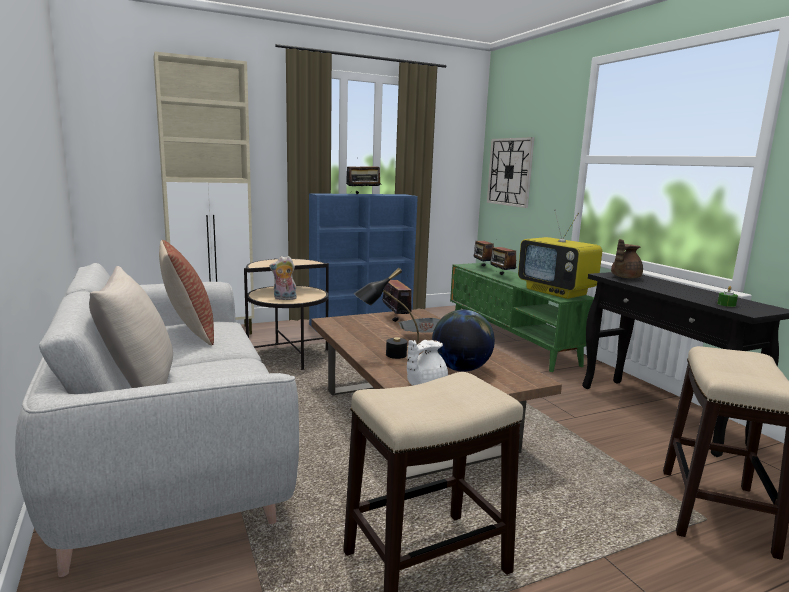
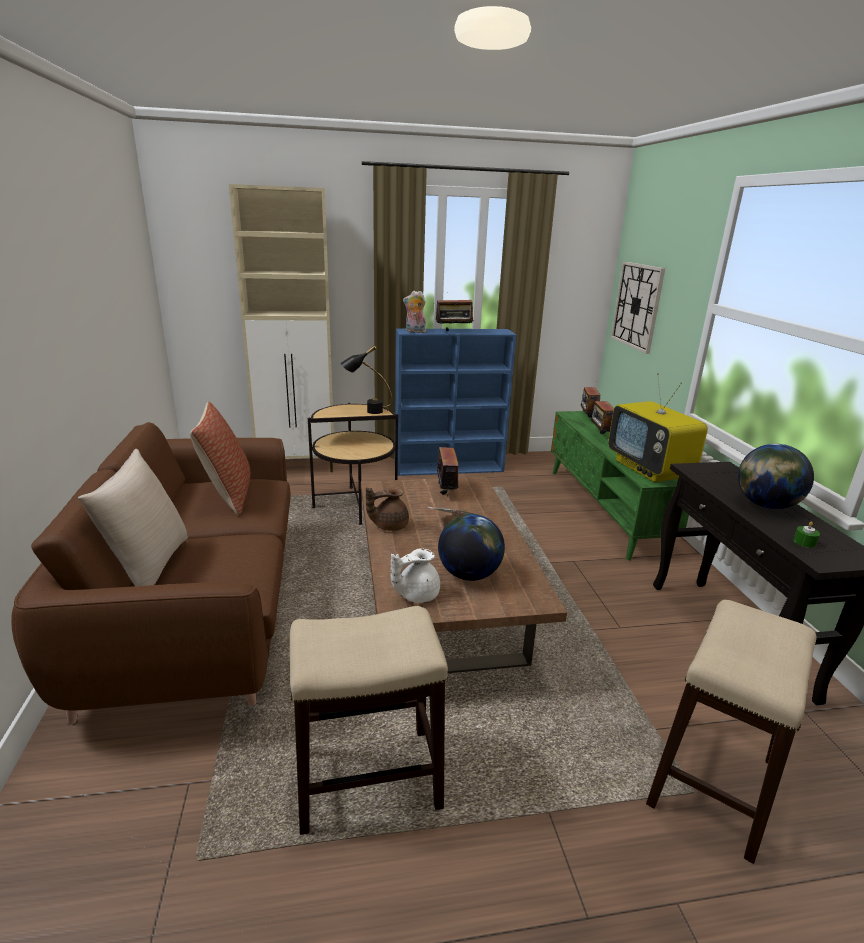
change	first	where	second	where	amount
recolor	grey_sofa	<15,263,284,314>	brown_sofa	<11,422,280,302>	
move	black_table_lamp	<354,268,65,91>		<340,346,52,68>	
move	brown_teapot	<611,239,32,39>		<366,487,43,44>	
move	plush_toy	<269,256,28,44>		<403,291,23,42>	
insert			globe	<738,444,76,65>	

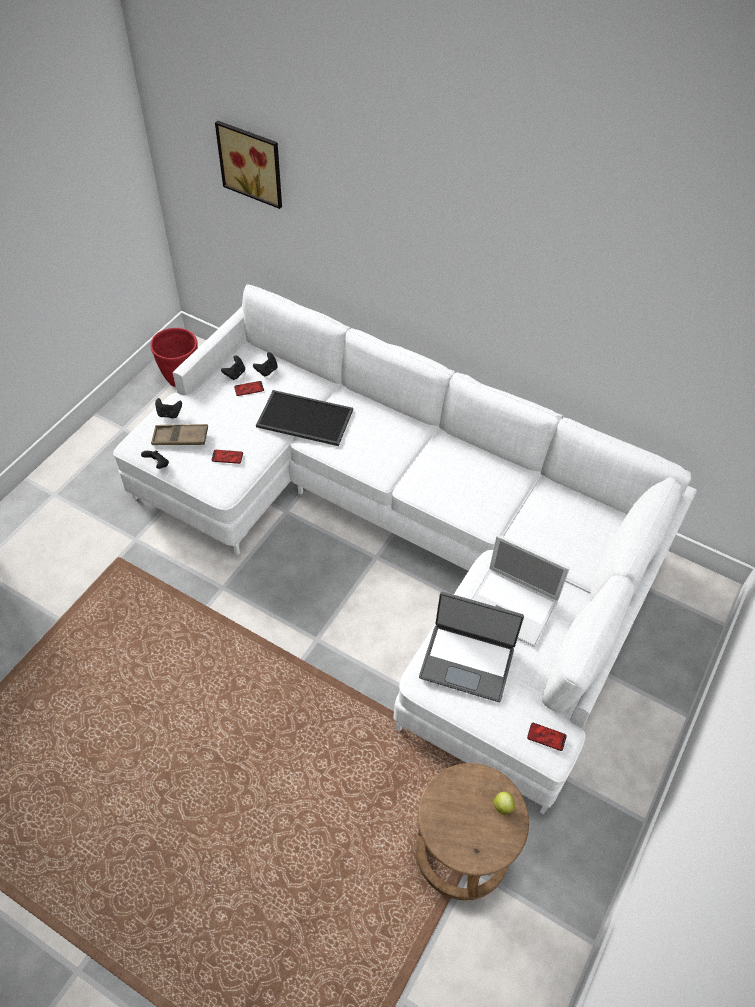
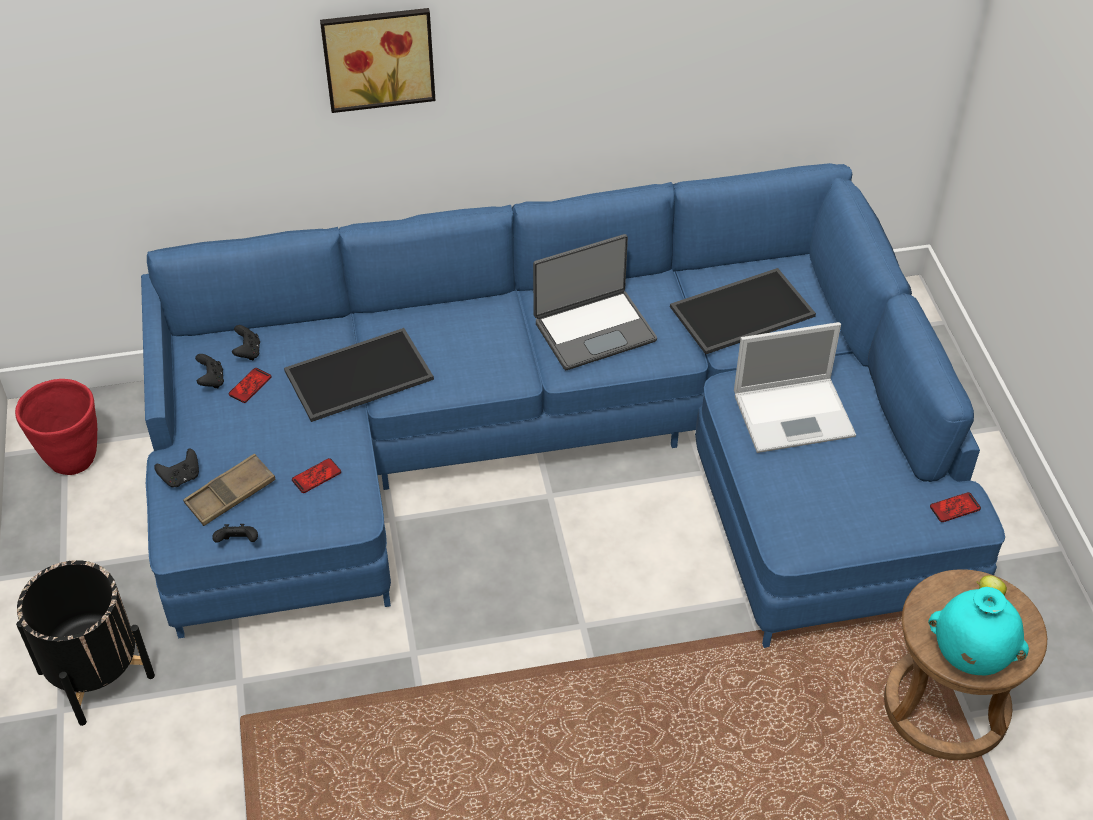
change	first	where	second	where	amount
insert			black_planter	<16,560,139,166>	
recolor	white_sofa	<113,284,584,531>	blue_sofa	<141,163,864,485>	
move	picture	<215,121,67,88>		<320,8,116,105>	
move	laptop	<419,592,105,110>		<533,234,124,136>	
insert			tray	<670,268,146,87>	
insert			turquoise_vase	<928,587,101,88>	

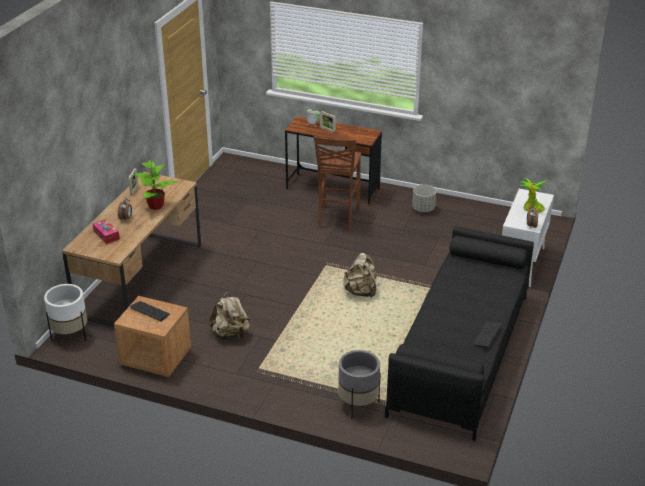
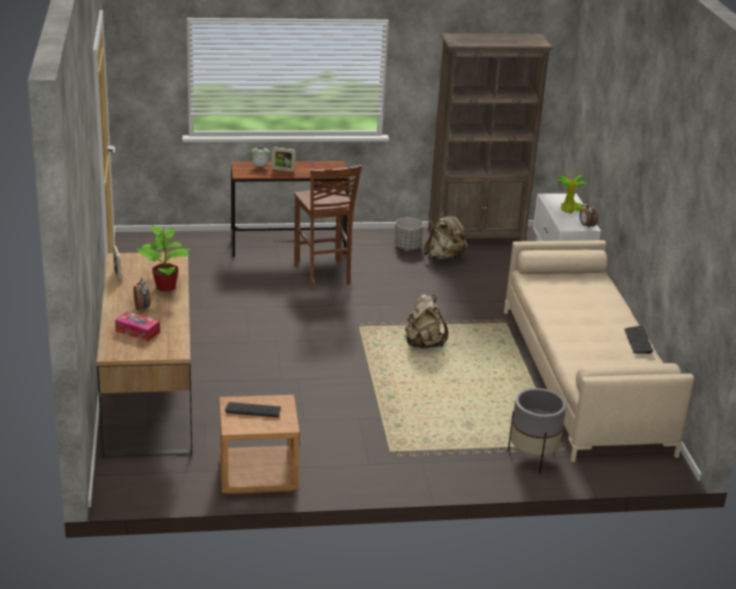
change	first	where	second	where	amount
move	beige_backpack	<209,291,41,48>		<424,211,43,51>	
insert			brown_bookcase	<428,33,125,208>	
recolor	black_sofa	<385,226,149,215>	beige_sofa	<504,240,190,222>	
delete	white_planter	<44,284,43,58>			

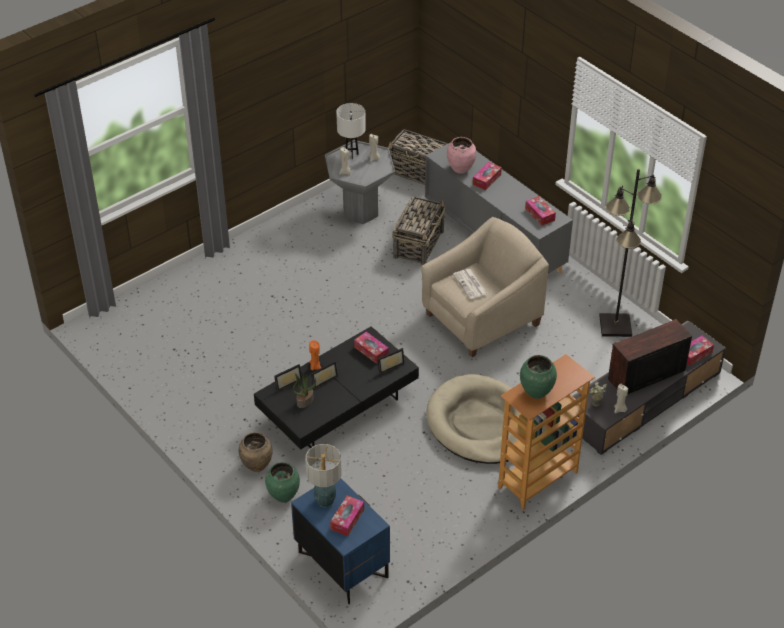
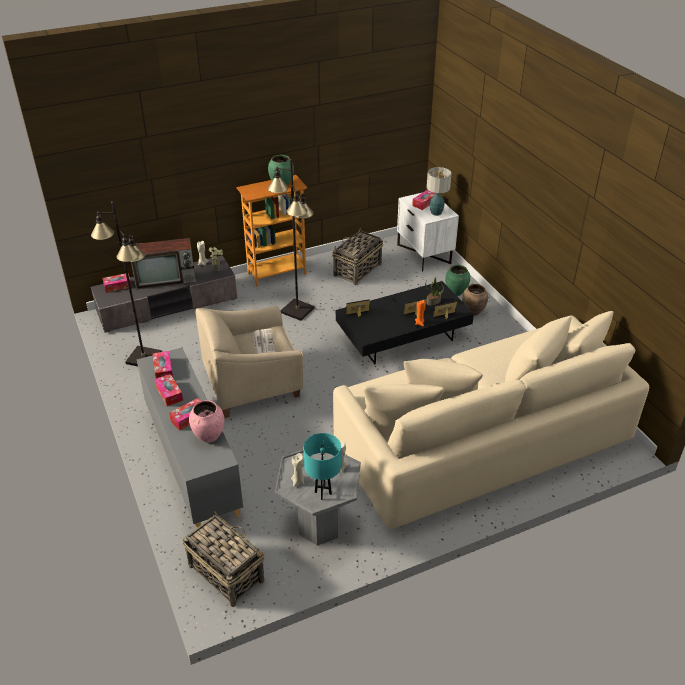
change	first	where	second	where	amount
move	tissue_box	<354,332,35,32>		<154,374,29,32>	
replace	beige_dog_bed	<426,374,94,90>	black_floor_lamp	<268,159,47,162>	
recolor	white_table_lamp	<336,103,29,56>	turquoise_table_lamp	<303,433,38,67>	
move	basket	<392,196,53,69>		<332,228,51,57>	
insert			beige_sofa	<333,311,316,218>	
recolor	blue_nightstand	<291,478,99,126>	white_nightstand	<397,192,62,80>	

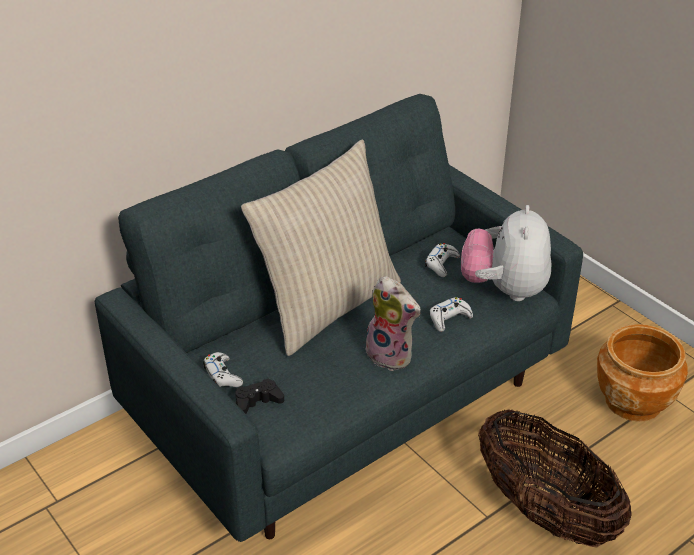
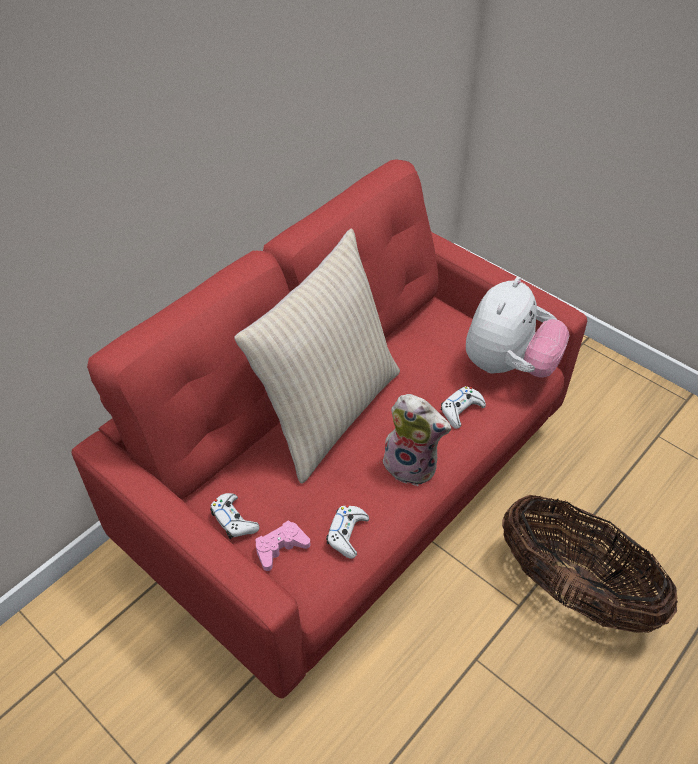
change	first	where	second	where	amount
recolor	grey_sofa	<95,94,488,448>	red_sofa	<72,159,515,540>	
recolor	black_game_controller	<235,378,49,36>	pink_game_controller	<255,521,56,50>	
move	white_game_controller	<425,243,35,34>		<326,505,43,54>	
rotate	plush_toy	<461,205,90,96>		<466,277,103,101>	150 degrees counterclockwise
delete	brown_planter	<597,324,91,98>			

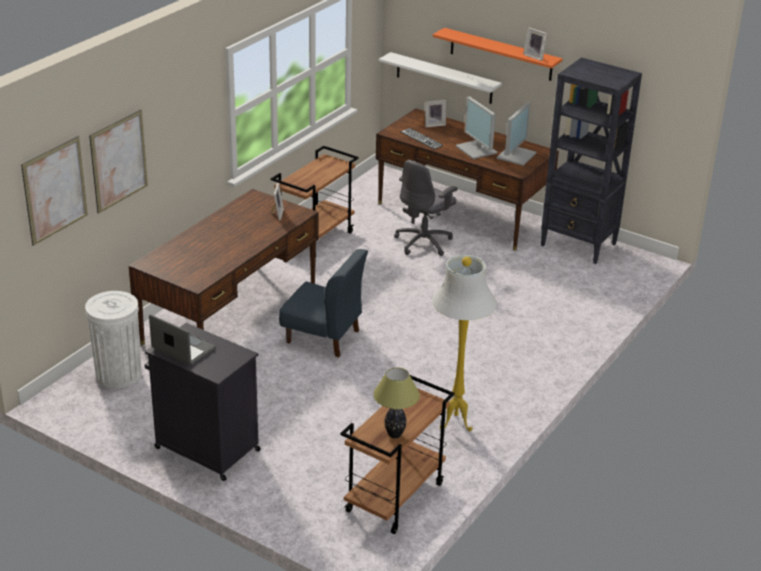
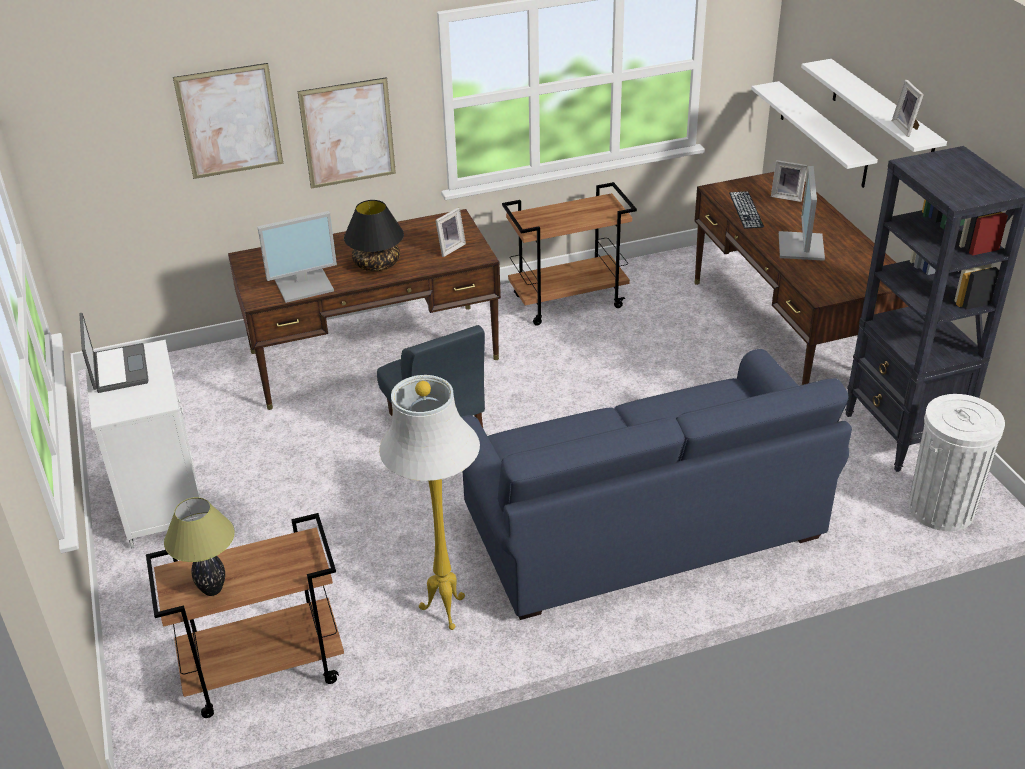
change	first	where	second	where	amount
recolor	black_cabinet	<144,323,117,158>	white_cabinet	<84,340,120,208>	
move	monitor	<497,102,40,64>		<257,211,80,92>	
move	picture	<21,136,67,110>		<297,77,99,112>	
insert			black_table_lamp	<344,200,60,71>	
insert			blue_sofa	<461,349,391,271>	
recolor	orange_shelf	<433,28,130,53>	white_shelf	<801,59,146,93>	
move	white_trash_can	<85,291,57,97>		<908,394,97,137>	
delete	grey_office_chair	<394,160,63,96>			

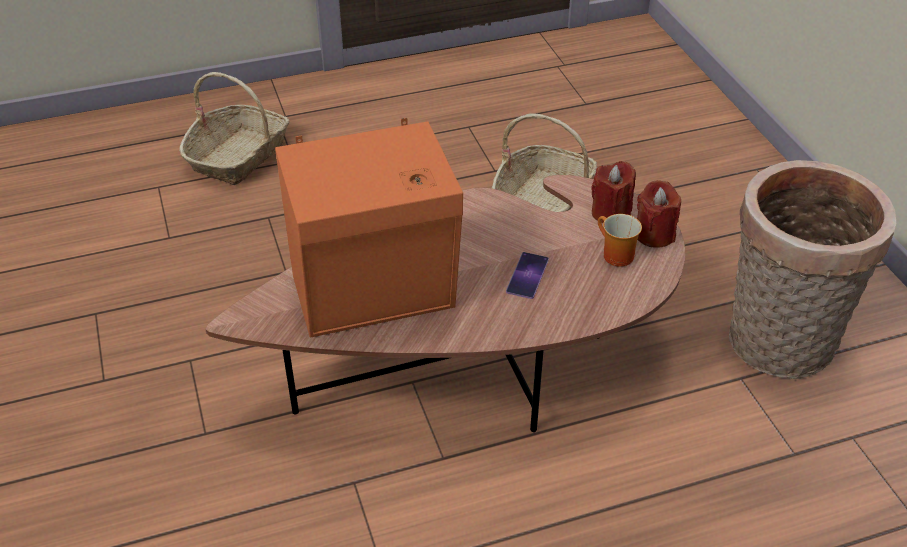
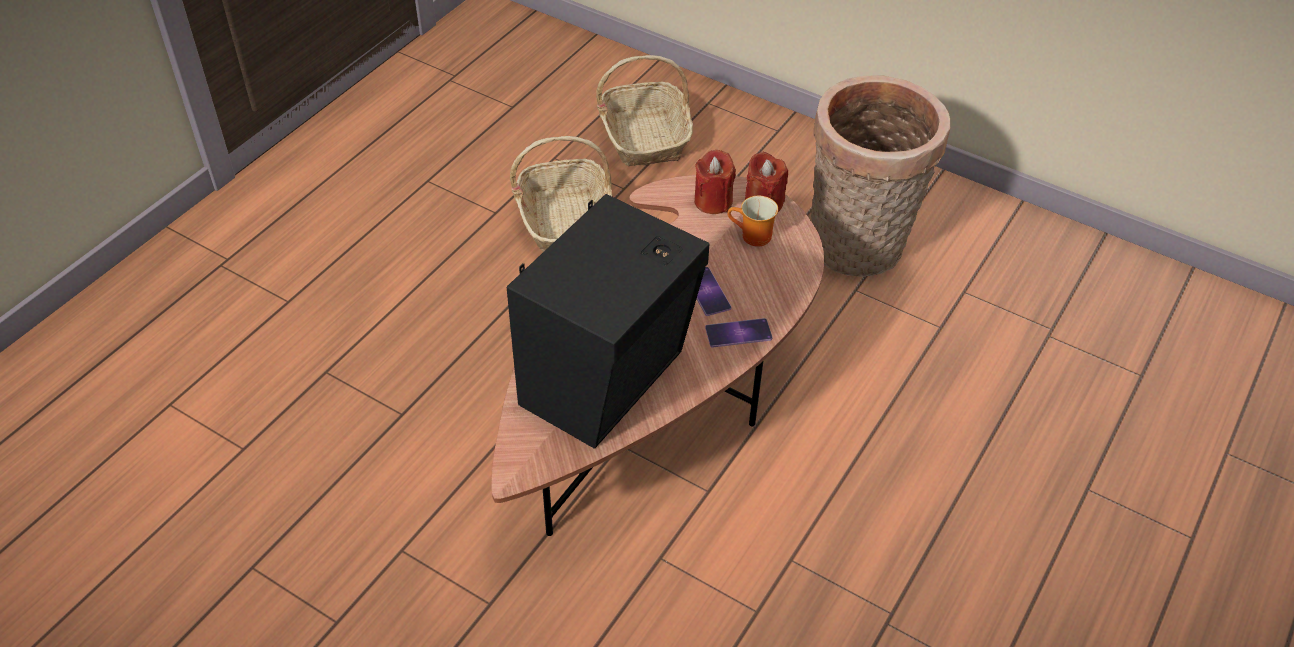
change	first	where	second	where	amount
recolor	orange_speaker	<275,118,188,220>	black_speaker	<507,194,202,255>	
move	basket	<179,72,111,113>		<596,55,97,111>	
insert			phone	<705,318,67,30>	

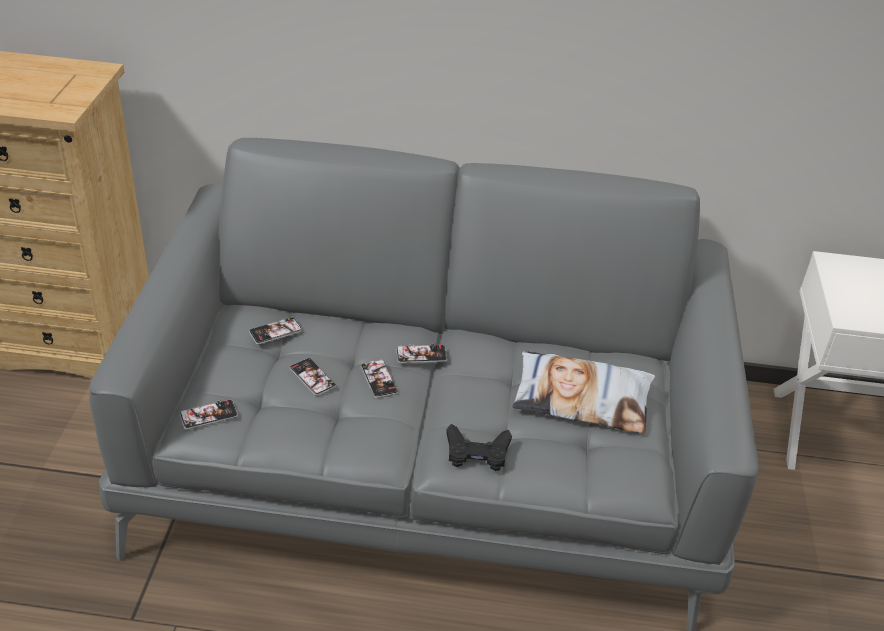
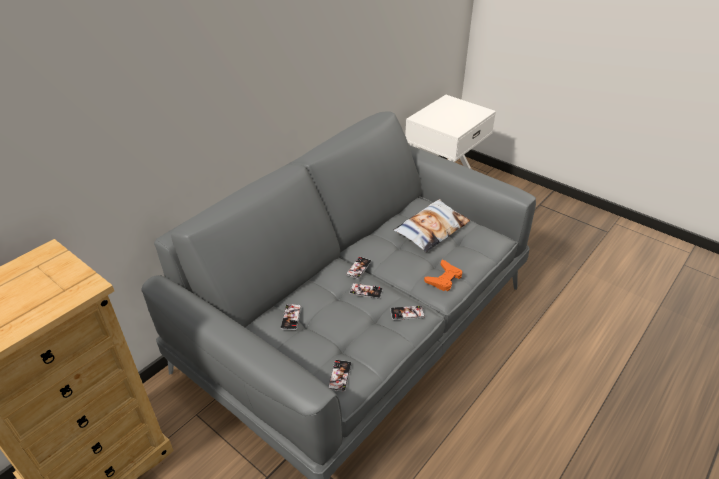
change	first	where	second	where	amount
move	phone	<290,358,46,38>		<390,305,35,15>	
recolor	black_game_controller	<446,424,66,47>	orange_game_controller	<424,260,38,31>	

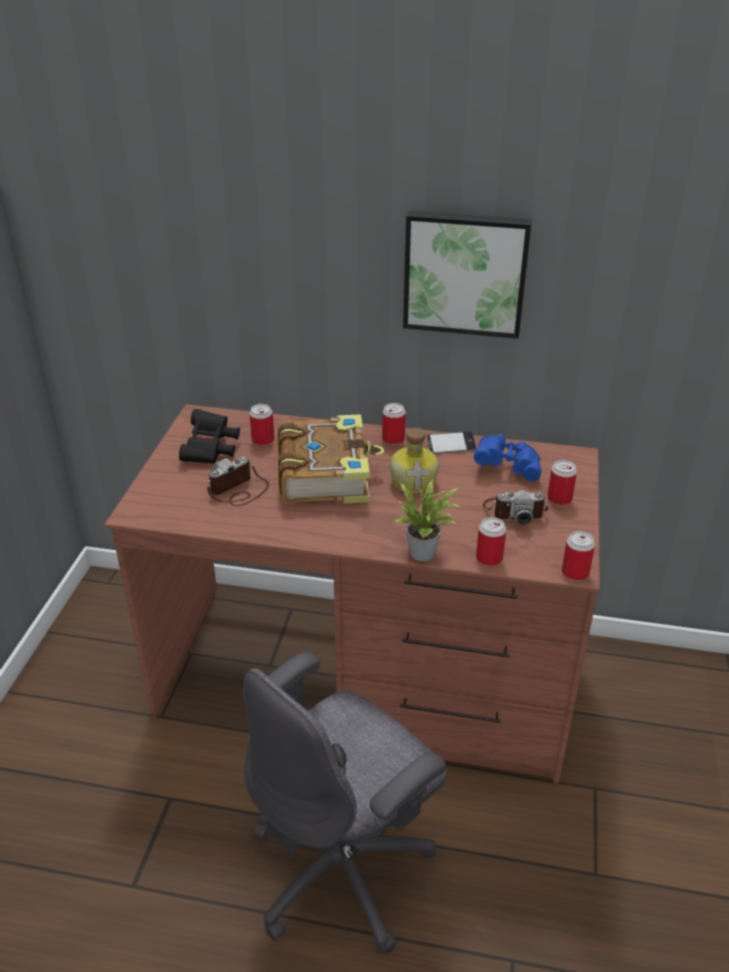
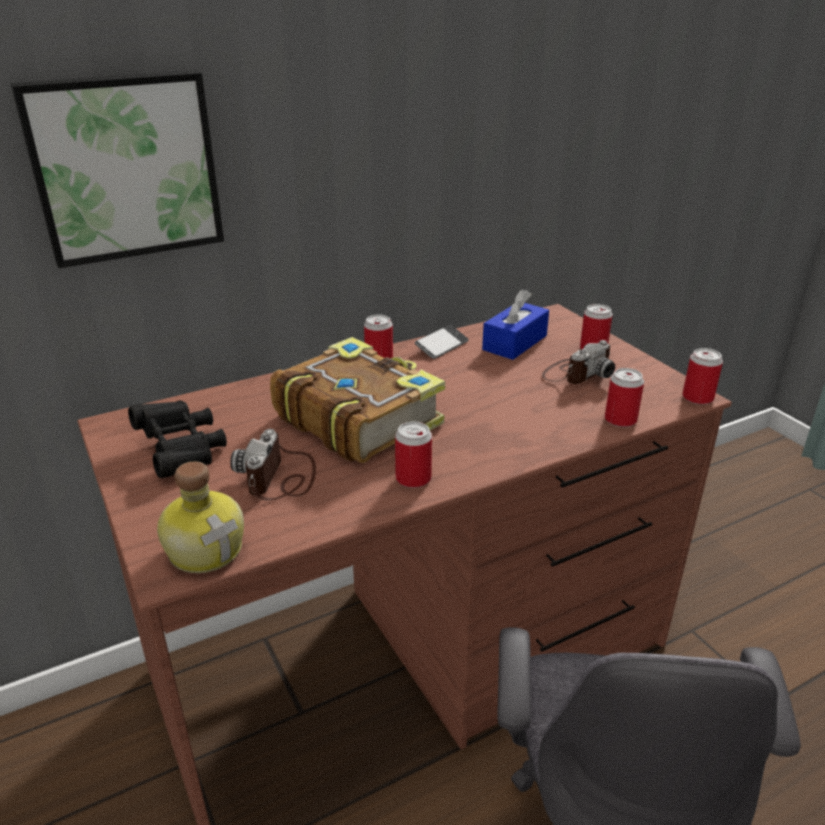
change	first	where	second	where	amount
move	picture	<403,211,129,128>		<11,70,213,198>	
move	bottle	<390,428,49,65>		<157,461,87,112>	
move	can	<249,404,25,42>		<395,421,37,67>	
replace	blue_binoculars	<474,434,67,47>	blue_tissue_box	<482,289,67,71>	
delete	potted_plant	<394,479,68,82>			

